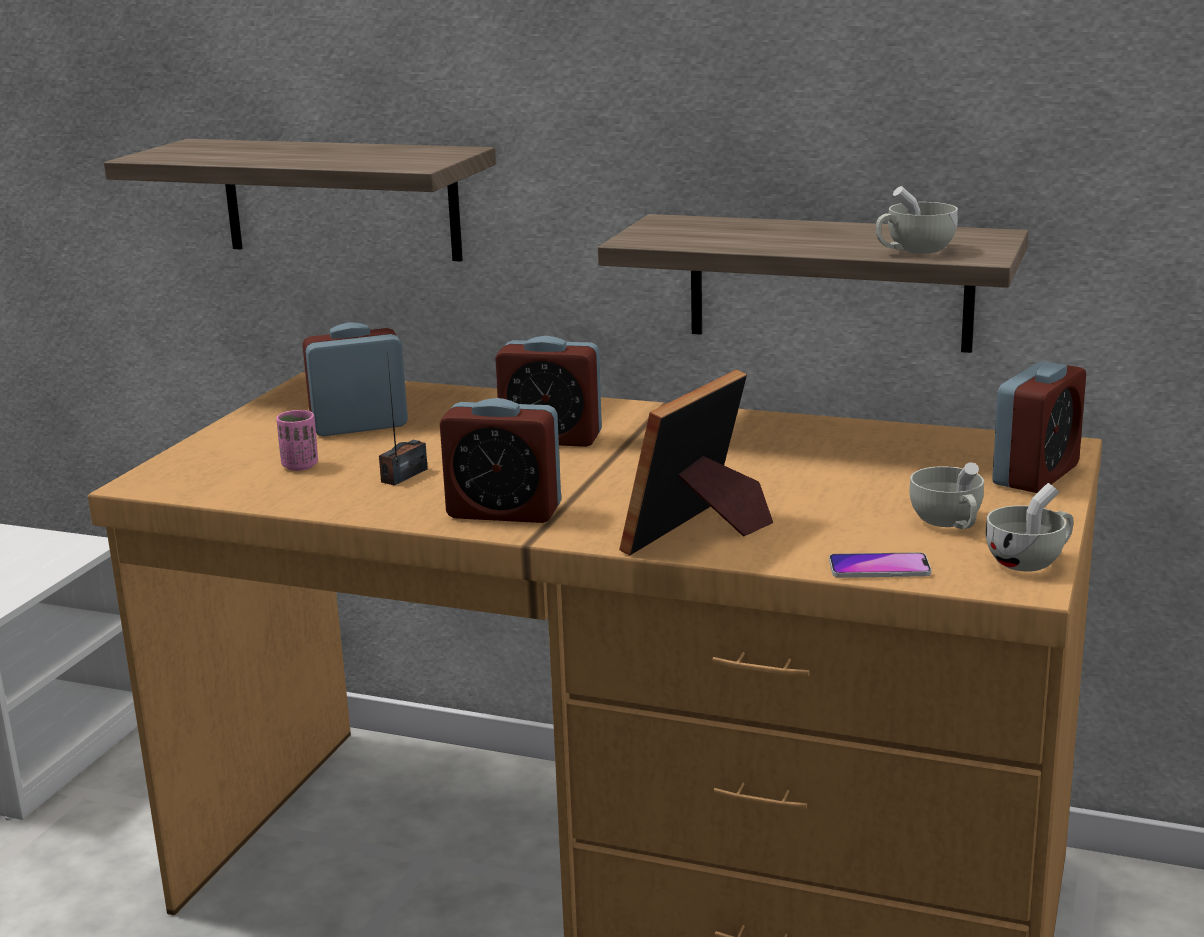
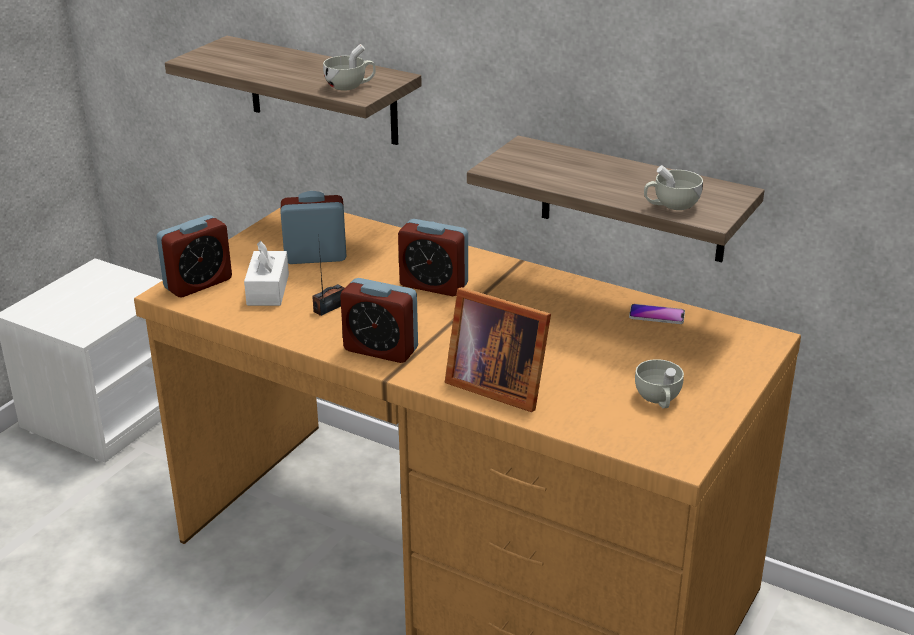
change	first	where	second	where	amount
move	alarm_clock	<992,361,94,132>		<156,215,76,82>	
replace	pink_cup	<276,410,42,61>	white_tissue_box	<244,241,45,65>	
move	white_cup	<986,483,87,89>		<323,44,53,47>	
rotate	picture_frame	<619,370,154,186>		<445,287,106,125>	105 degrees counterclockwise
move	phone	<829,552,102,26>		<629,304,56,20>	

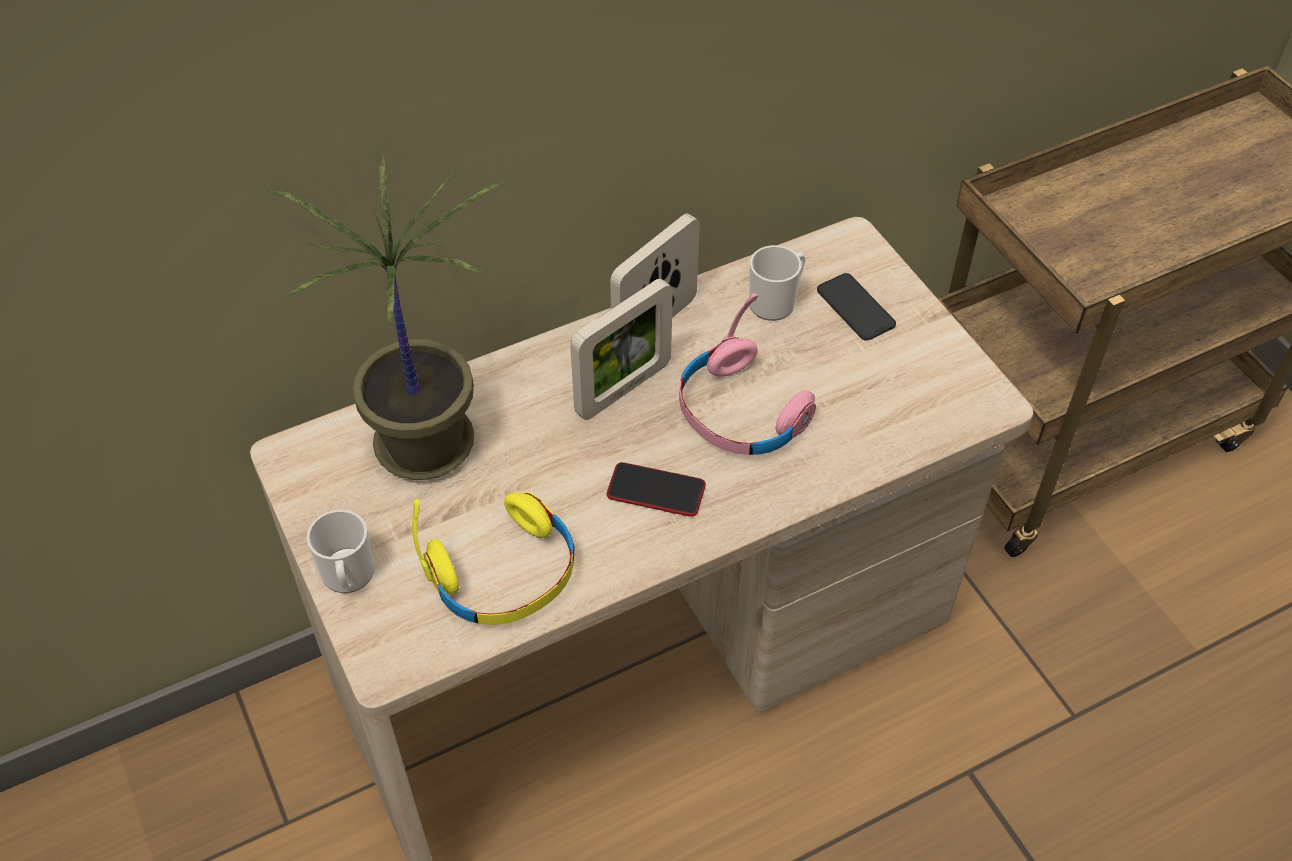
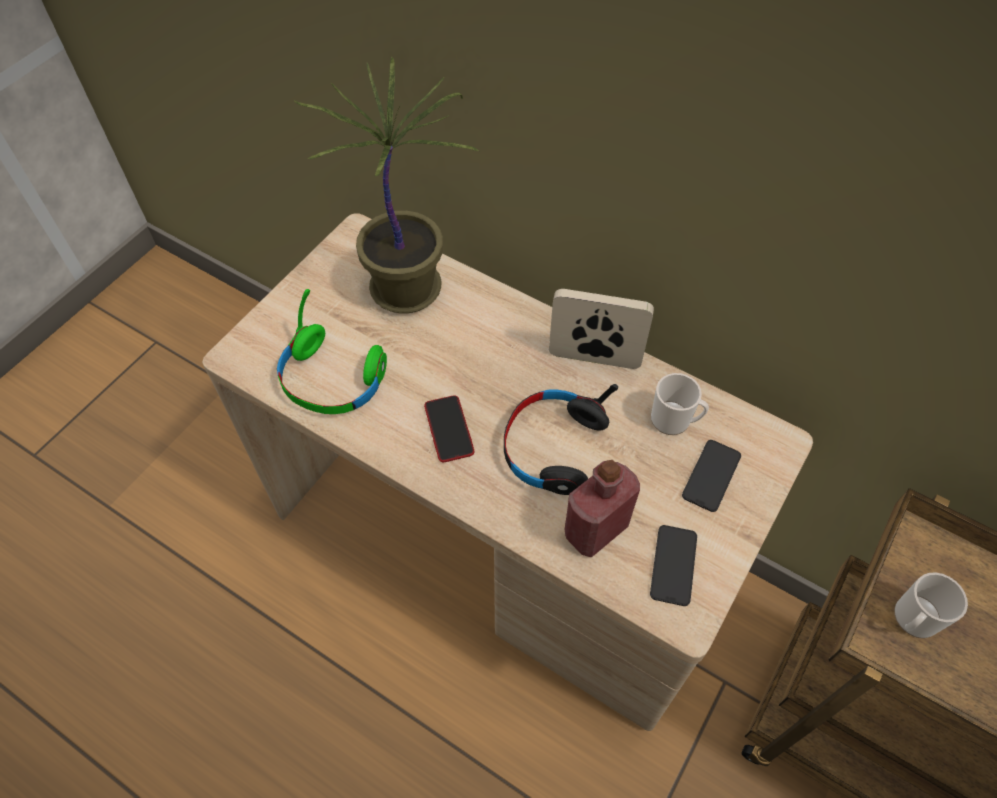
change	first	where	second	where	amount
recolor	yellow_headphones	<412,492,163,133>	green_headphones	<277,289,110,125>	
recolor	pink_headphones	<679,293,137,162>	black_headphones	<504,384,114,111>	
insert			red_bottle	<564,460,76,97>	
insert			phone	<650,525,47,81>	
move	mug	<306,510,68,83>		<894,573,74,65>	
delete	picture_frame	<570,279,103,141>			

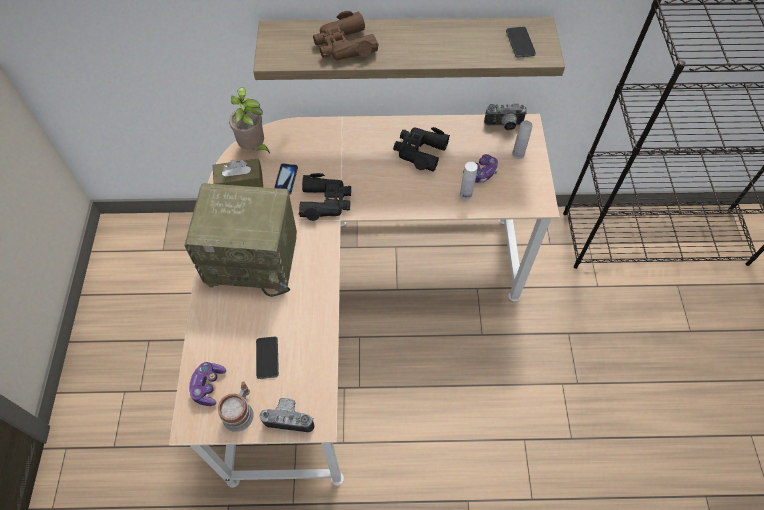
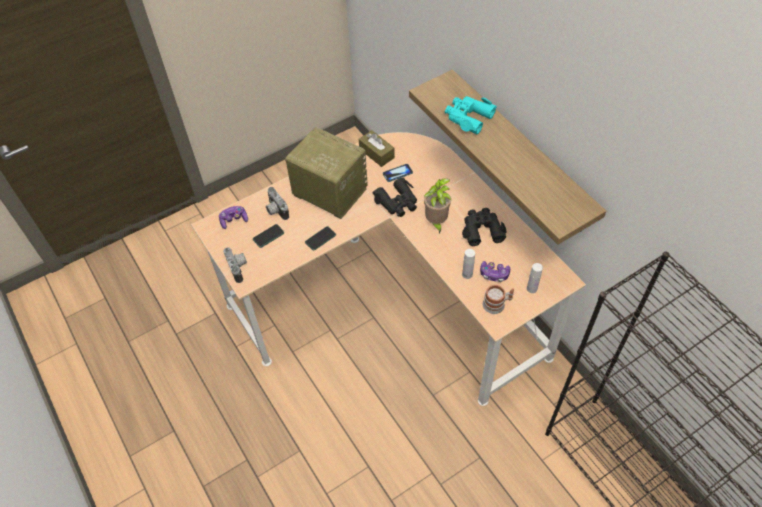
change	first	where	second	where	amount
move	photo_camera	<484,104,43,27>		<266,187,23,33>	
rotate	radio	<184,183,113,114>		<285,127,83,92>	150 degrees clockwise
move	phone	<506,26,30,32>		<305,226,31,24>	
move	potted_plant	<229,87,41,66>		<424,179,28,55>	
recolor	brown_binoculars	<313,11,66,49>	turquoise_binoculars	<445,96,52,38>	
move	mug	<218,381,36,51>		<483,285,31,29>	

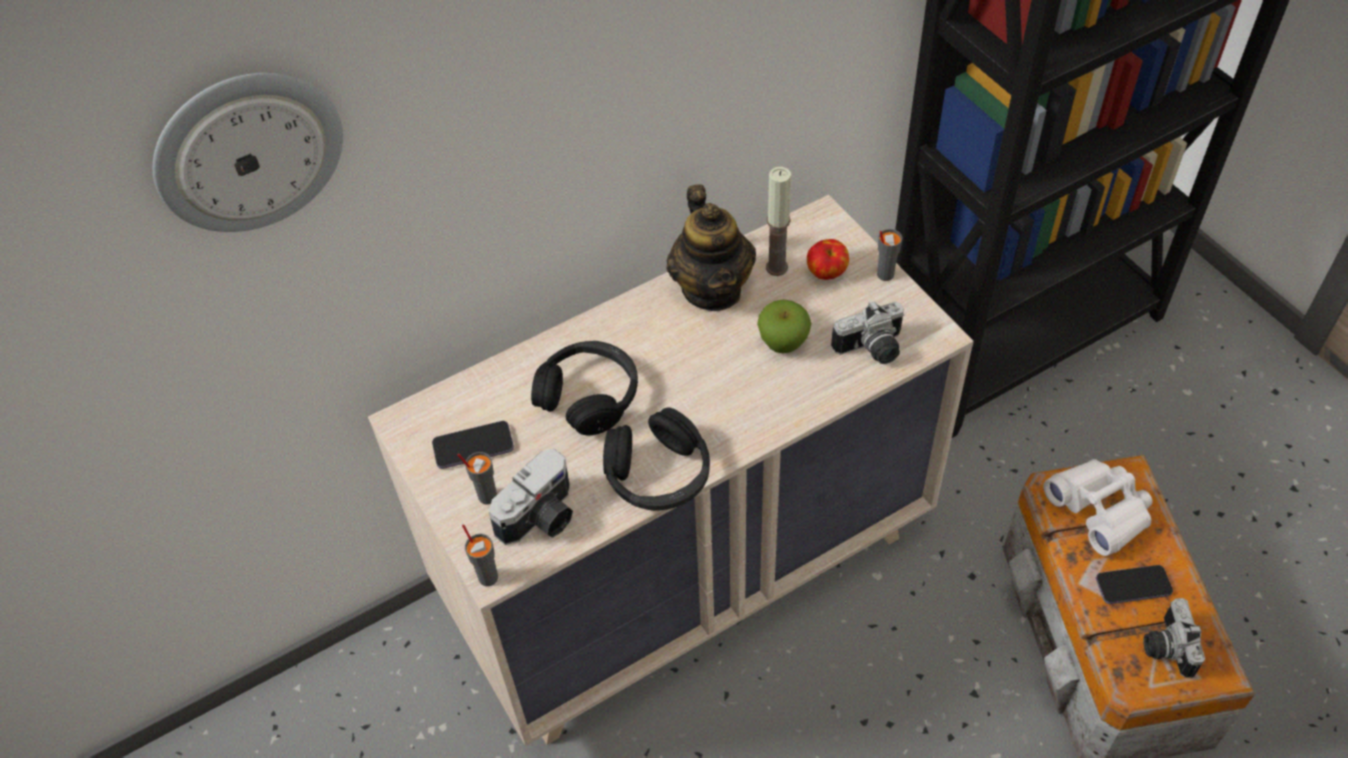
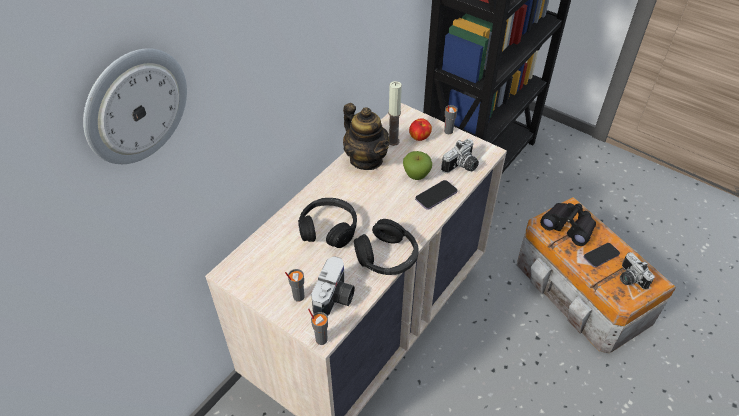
change	first	where	second	where	amount
move	phone	<432,421,82,48>		<415,180,42,30>	
recolor	white_binoculars	<1043,459,110,97>	black_binoculars	<540,203,56,43>	

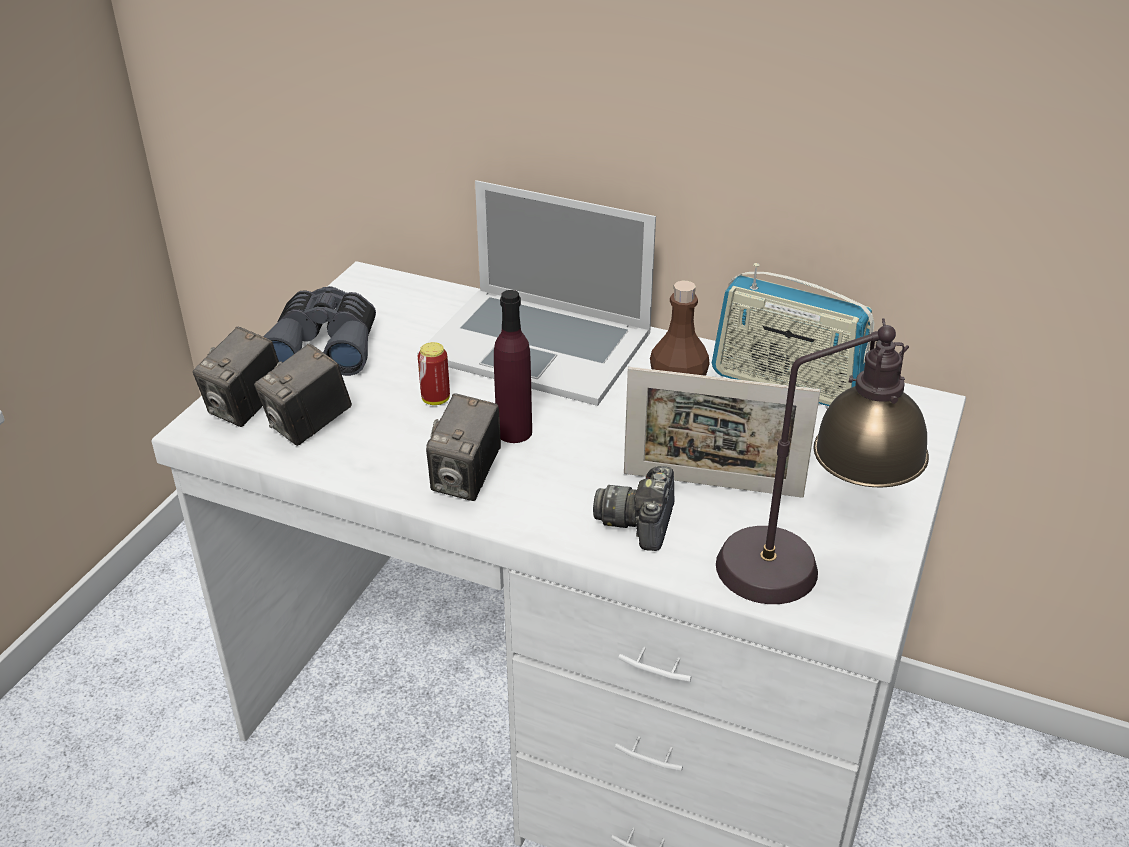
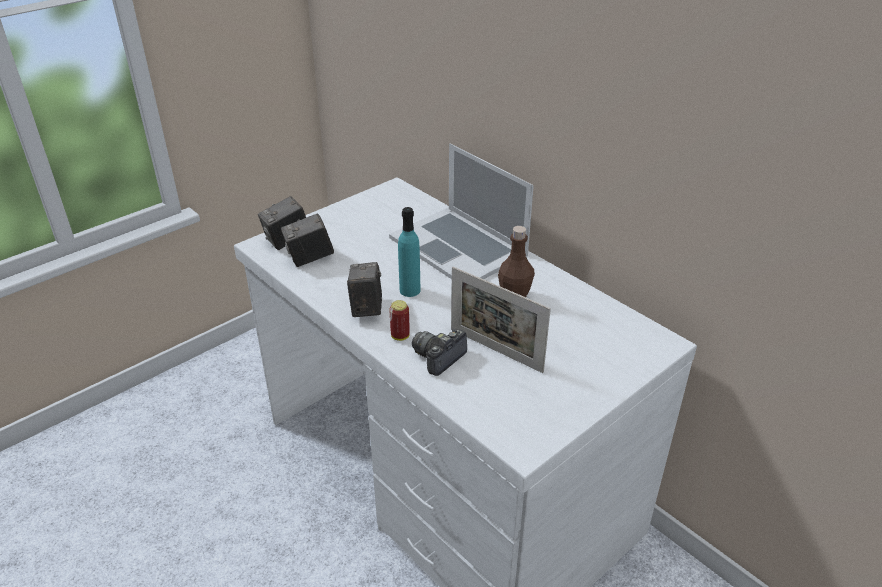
change	first	where	second	where	amount
rotate	photo_camera	<426,393,75,108>		<347,262,35,55>	135 degrees clockwise
move	can	<418,342,32,63>		<389,300,21,41>	
recolor	purple_bottle	<494,290,38,153>	turquoise_bottle	<398,207,23,90>	
delete	grey_binoculars	<263,286,113,90>			
delete	radio	<712,263,162,143>			
delete	table_lamp	<716,318,213,286>			

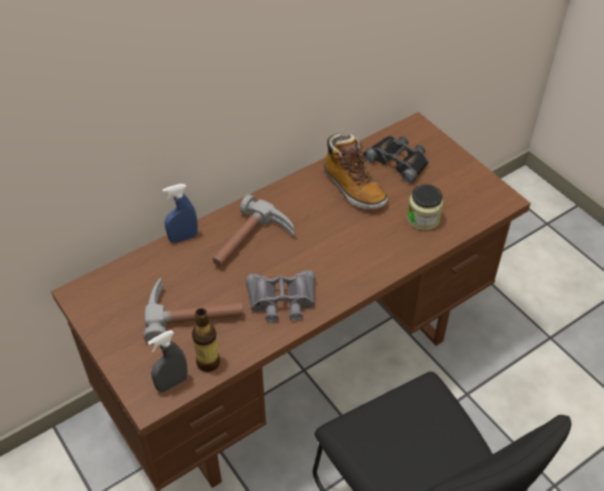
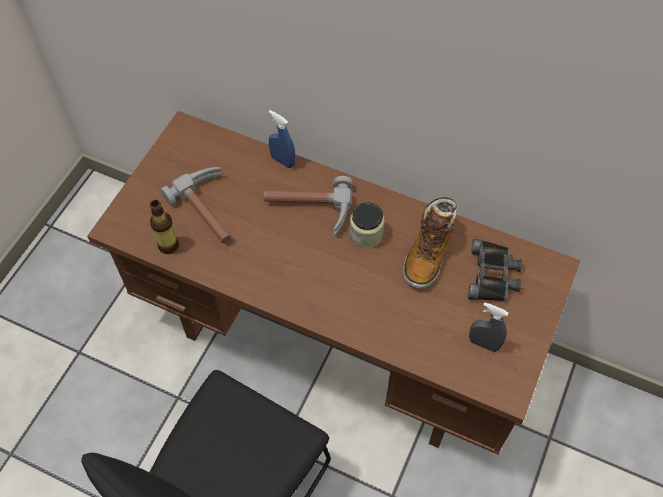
change	first	where	second	where	amount
move	jar	<407,184,36,46>		<350,202,34,46>	
move	grey_spray_bottle	<148,330,40,62>		<469,302,39,50>	
delete	grey_binoculars	<246,270,69,53>			

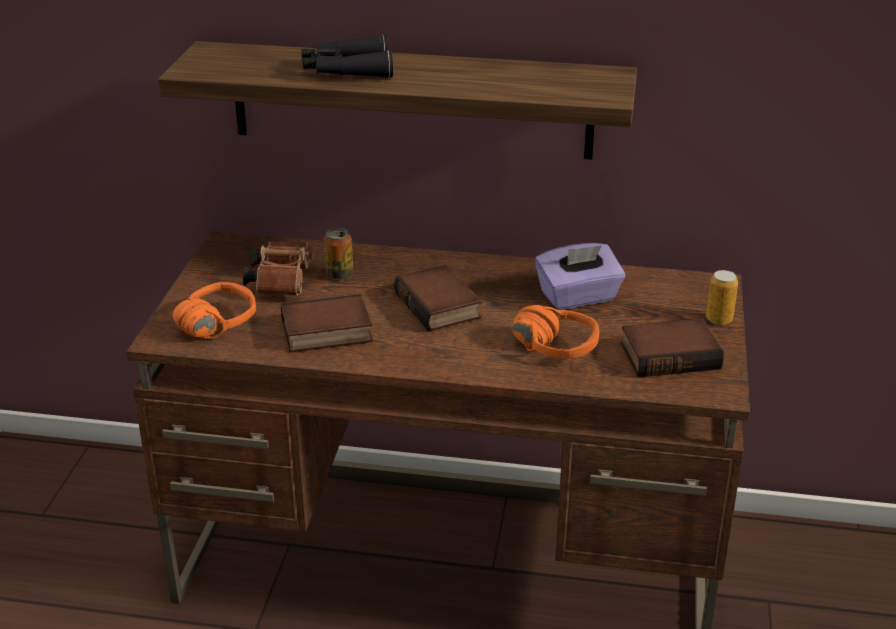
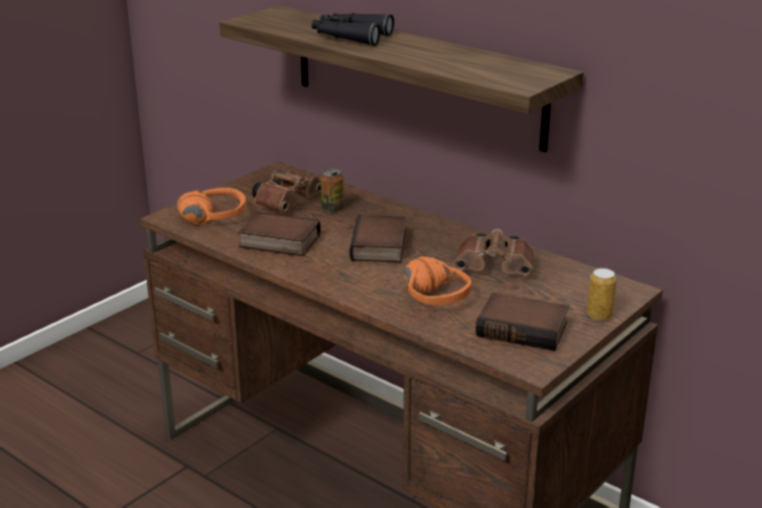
change	first	where	second	where	amount
replace	purple_tissue_box	<535,243,90,67>	brown_binoculars	<454,229,80,47>	

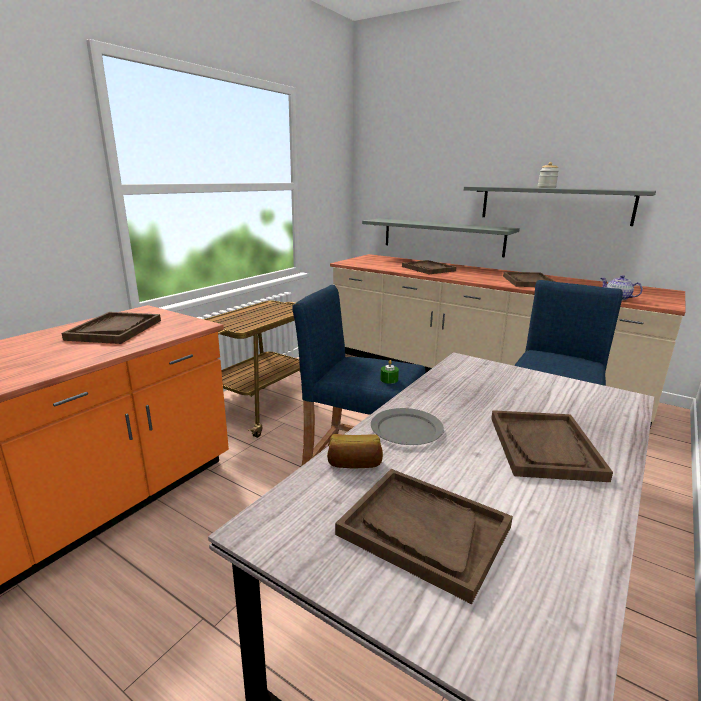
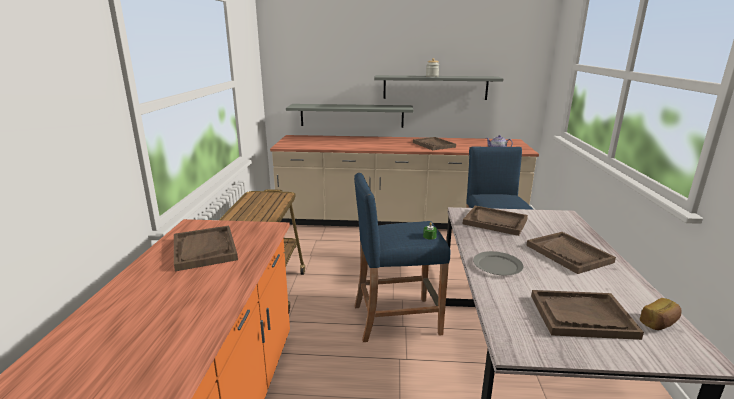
change	first	where	second	where	amount
move	brown_tray	<402,260,54,14>		<463,206,65,30>	
move	bread	<327,434,56,35>		<640,298,42,32>	

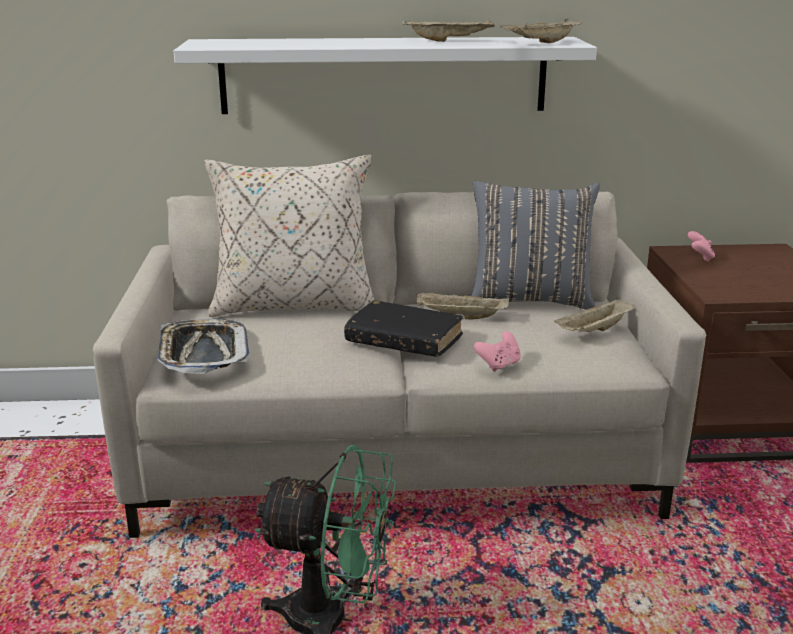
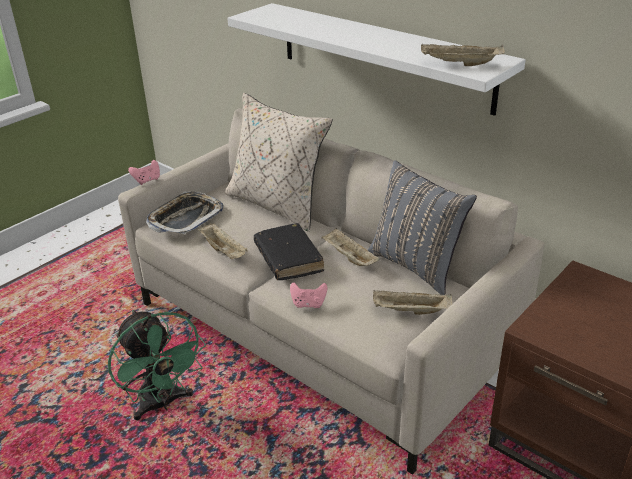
change	first	where	second	where	amount
move	pink_game_controller	<687,231,28,31>		<128,160,32,25>	
move	beige_tray	<403,19,92,23>		<198,223,50,36>	

